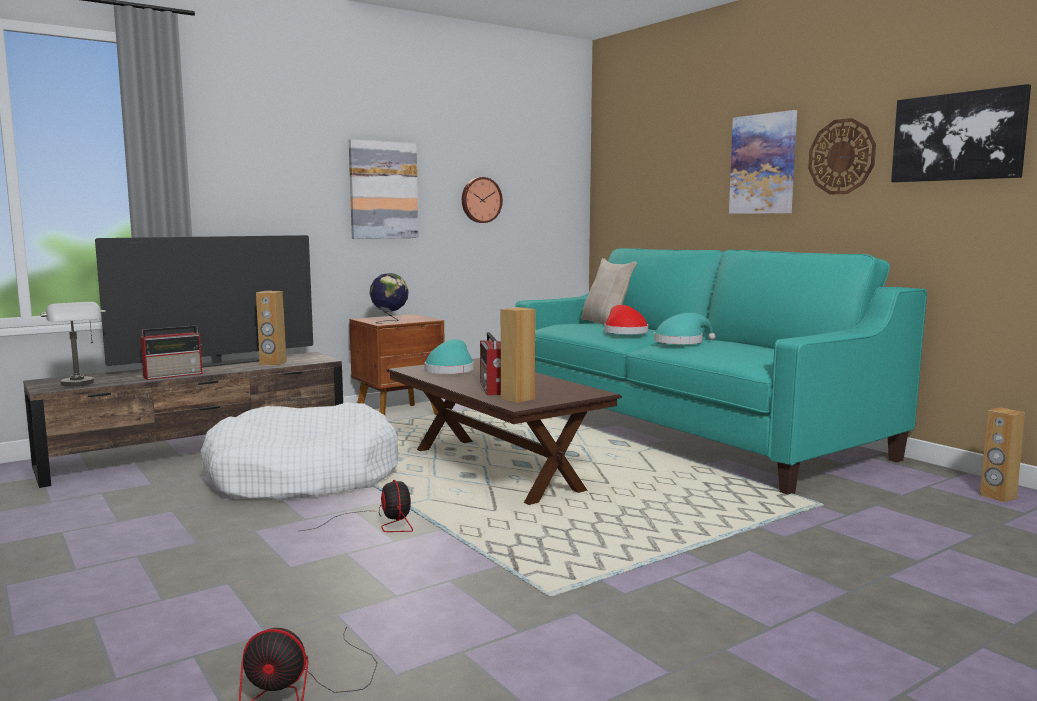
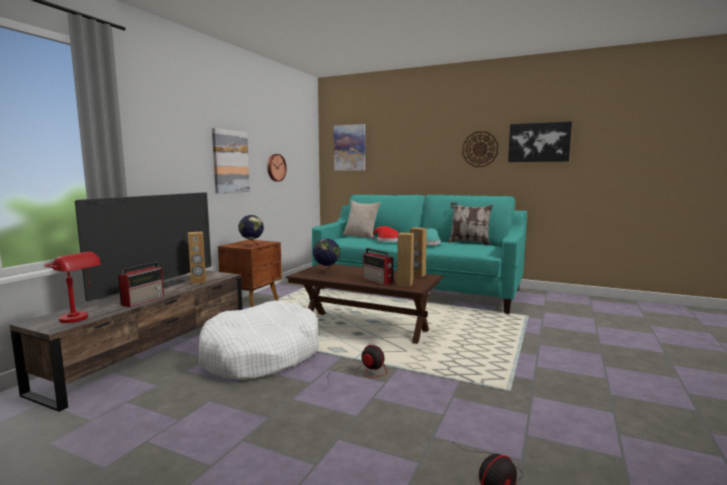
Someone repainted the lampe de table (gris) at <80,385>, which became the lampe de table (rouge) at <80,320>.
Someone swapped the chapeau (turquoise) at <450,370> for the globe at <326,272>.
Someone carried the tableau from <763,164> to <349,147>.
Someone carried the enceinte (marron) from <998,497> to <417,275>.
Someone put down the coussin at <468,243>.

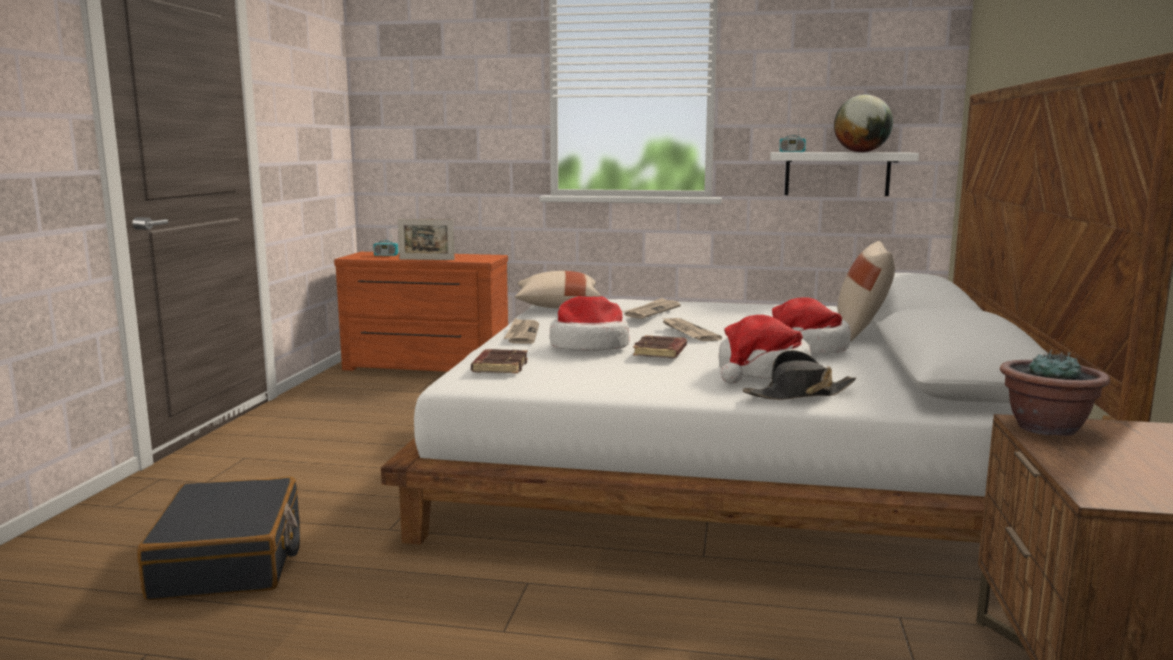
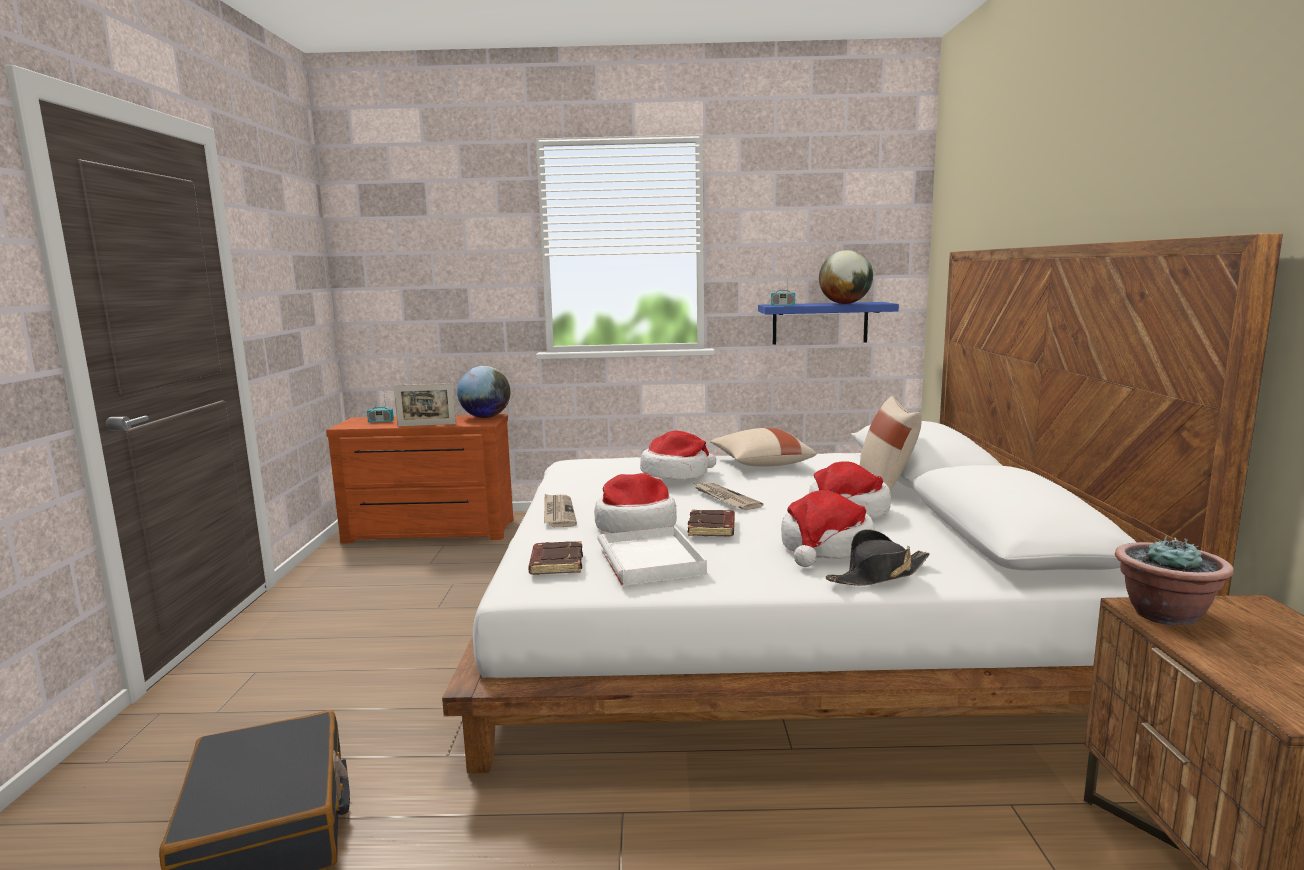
Someone carried the coussin (beige) from <557,307> to <760,464>.
Someone swapped the journal at <652,311> for the chapeau at <676,473>.
Someone repainted the étagère (blanc) at <837,174>, which became the étagère (bleu) at <820,323>.
Someone put down the globe at <485,417>.
Someone put down the plateau (blanc) at <652,561>.

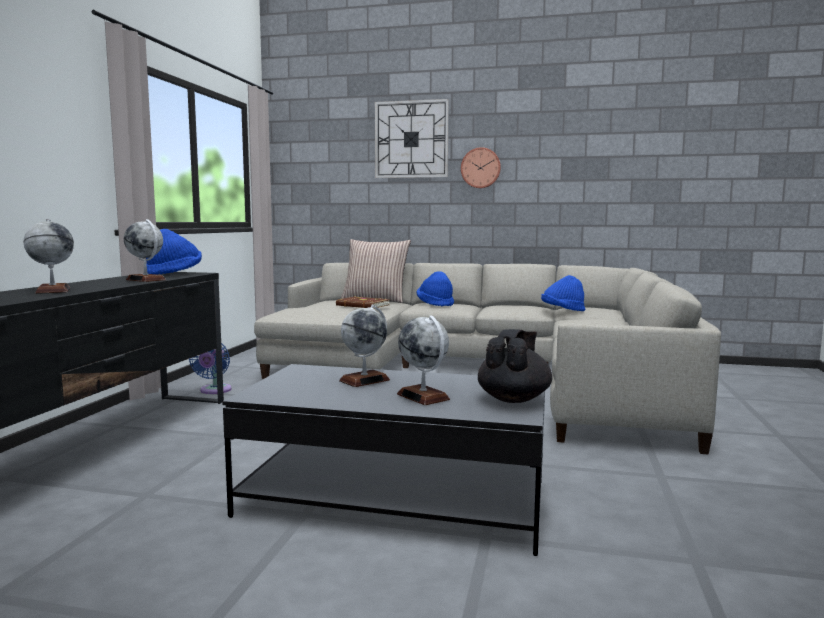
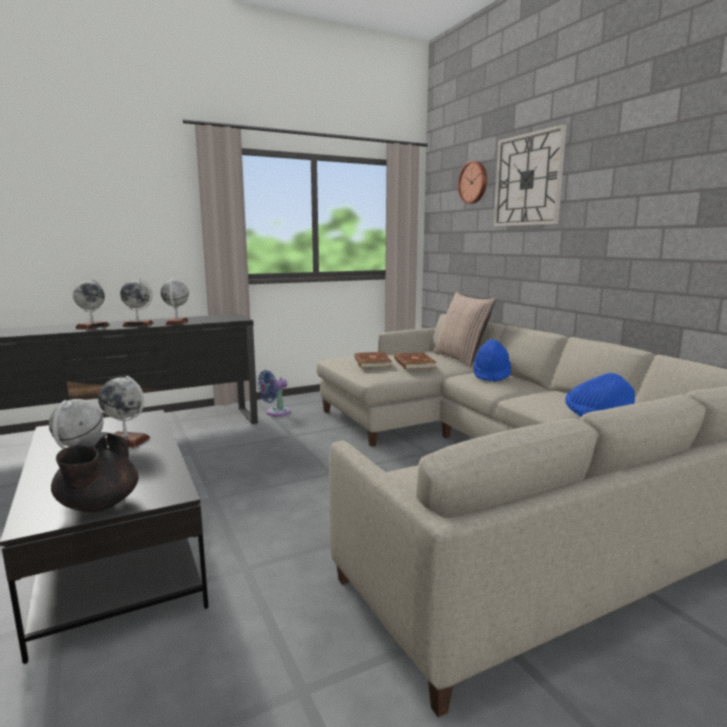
Someone took away the chapeau (bleu) at <174,273>.
Someone carried the horloge murale from <480,168> to <474,182>.
Someone rotated the théière (noir) at <514,399> by 105 degrees clockwise.
Someone put down the globe at <138,324>.
Someone put down the livre (marron) at <371,362>.

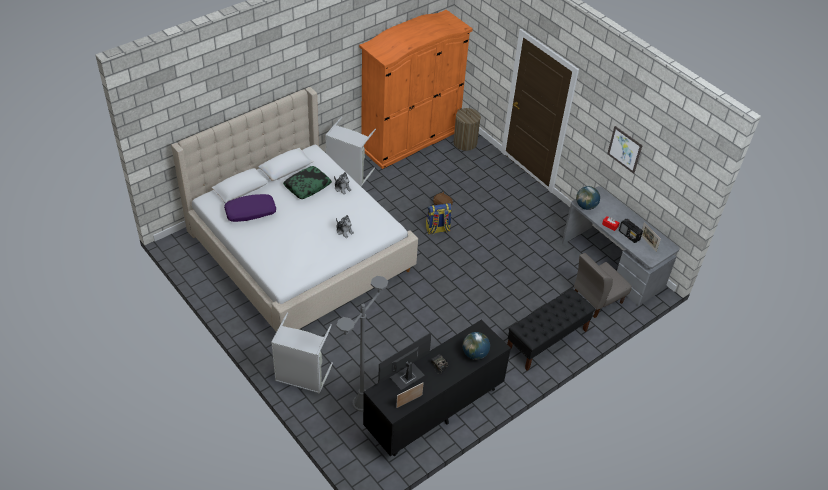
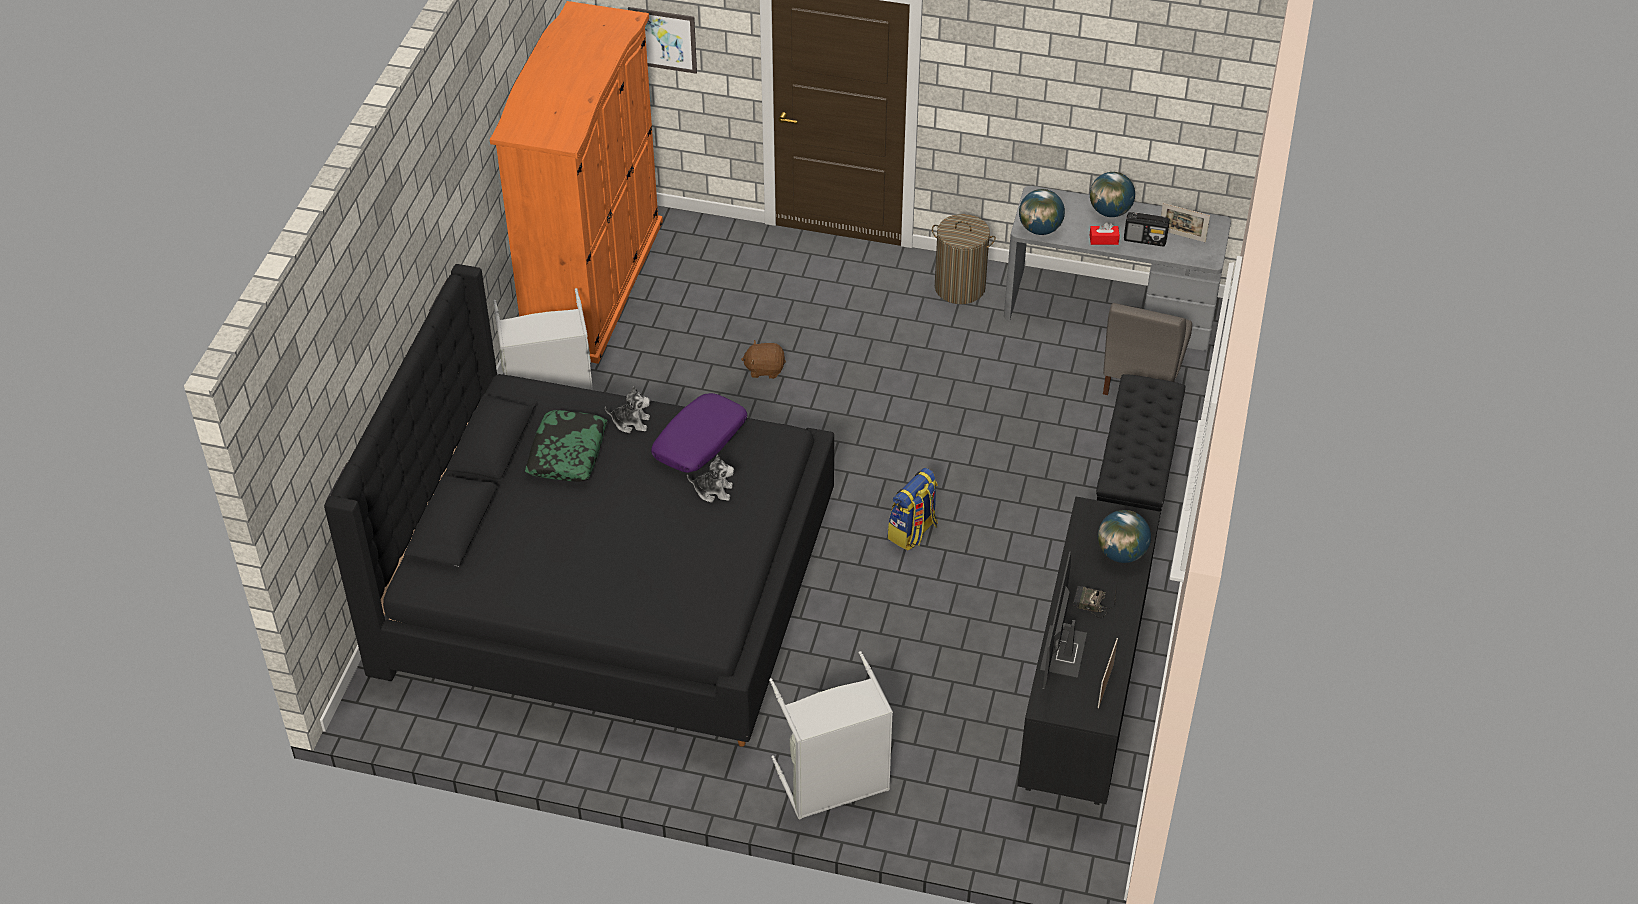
Someone repainted the lit (beige) at <299,250>, which became the lit (noir) at <606,584>.
Someone carried the coussin (violet) from <250,212> to <700,441>.
Someone took away the lampadaire (gris) at <361,403>.
Someone carried the sac à dos from <437,229> to <913,532>.
Someone carried the panier à linge from <465,143> to <960,287>.
Someone carried the tableau from <624,149> to <663,40>.
Someone put down the globe at <1110,211>.

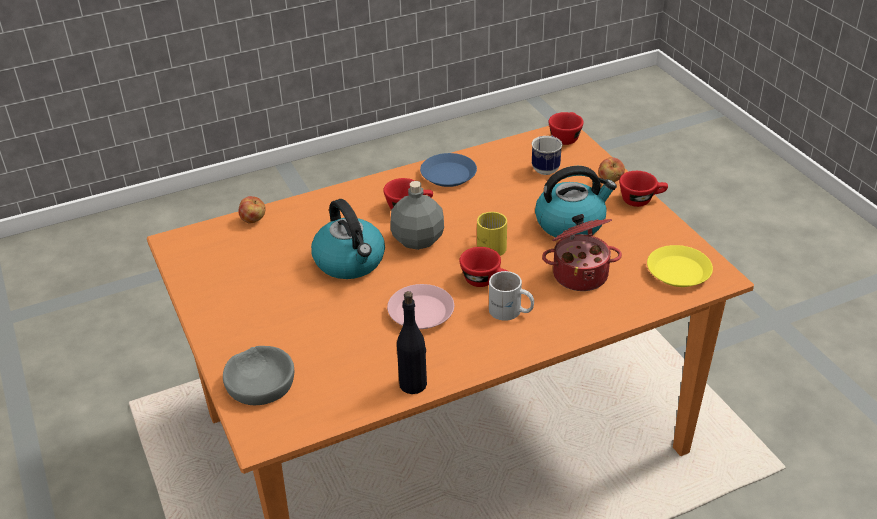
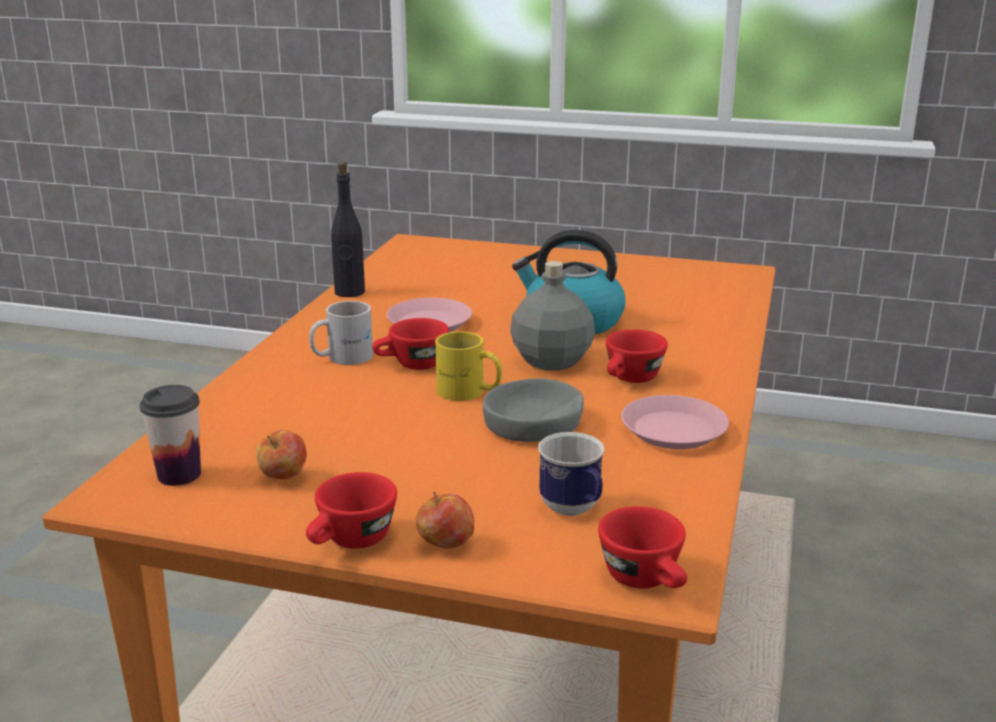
Someone carried the bol (gris) from <260,383> to <533,423>.
Someone carried the pomme from <253,220> to <284,478>.
Someone repainted the assiette (bleu) at <448,174>, which became the assiette (rose) at <674,431>.
Someone took away the bouilloire at <571,223>.
Someone took away the marmite at <580,274>.
Someone swapped the assiette (jaune) at <678,271> for the tasse at <179,475>.

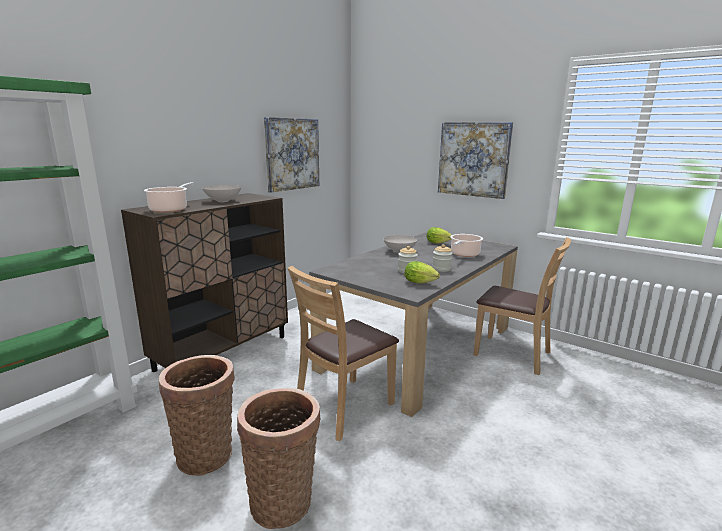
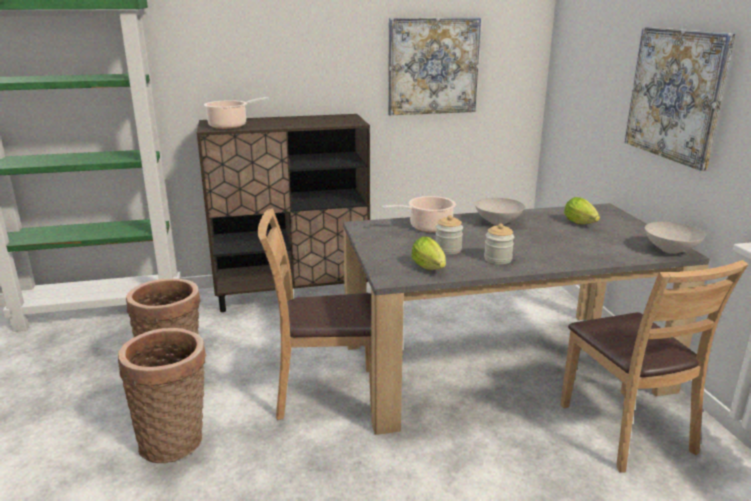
Someone carried the bol (blanc) from <222,201> to <670,250>.
Someone carried the marmite from <464,254> to <428,227>.

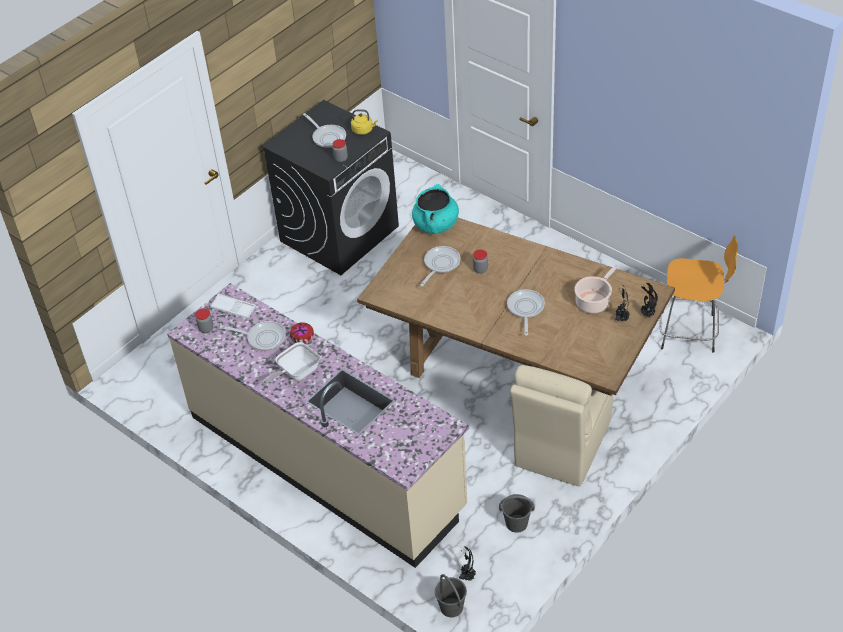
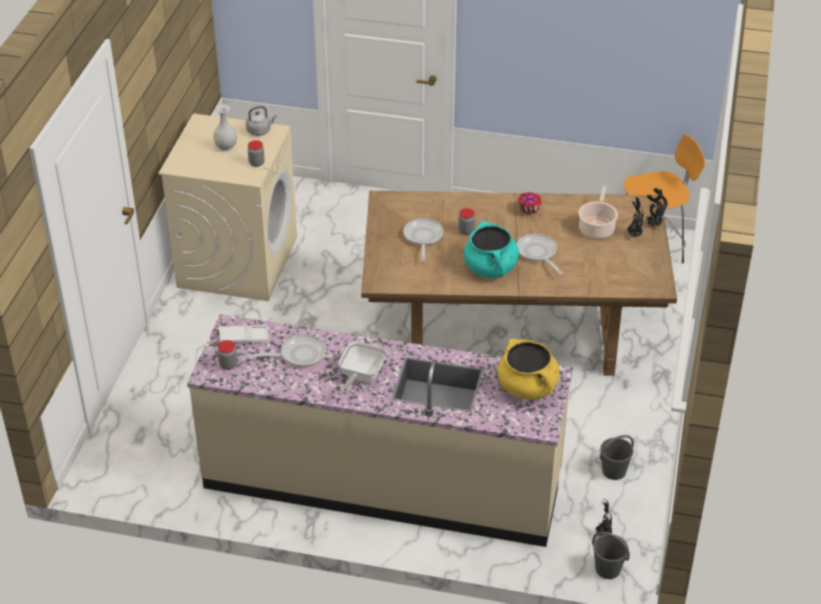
Someone repainted the lave-linge (noir) at <339,233>, which became the lave-linge (beige) at <237,261>.
Someone carried the bol from <303,341> to <529,211>.
Someone swapped the poêle at <327,137> for the vase (blanc) at <226,147>.
Someone repainted the bouilloire (jaune) at <363,130>, which became the bouilloire (gris) at <260,131>.
Someone carried the marmite (turquoise) from <436,225> to <490,268>.
Someone took away the chaise (beige) at <561,446>.
Someone put down the marmite (jaune) at <527,387>.

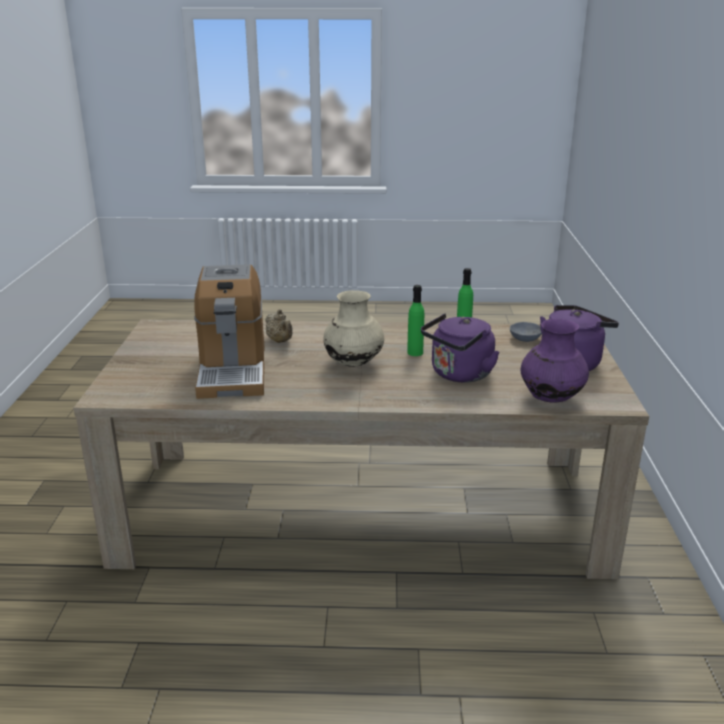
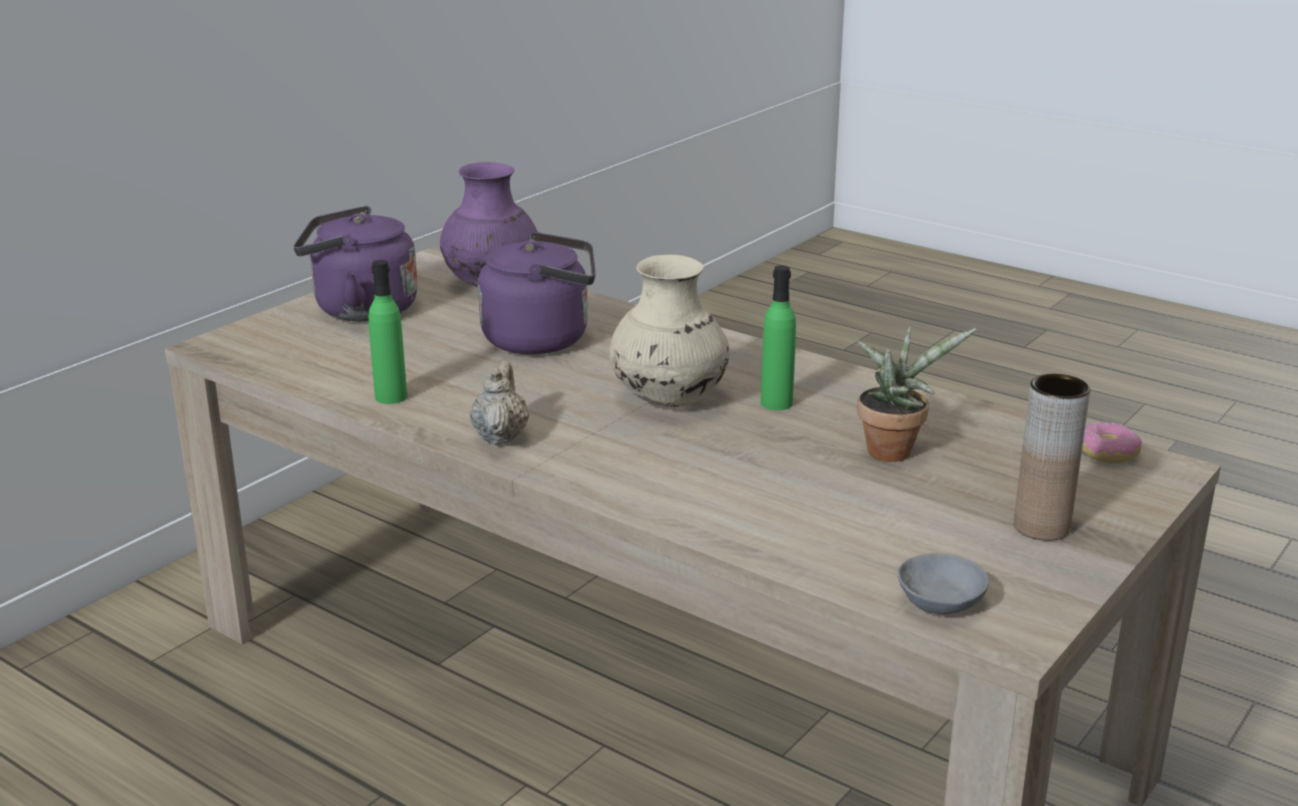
Someone swapped the machine à café at <232,370> for the plante en pot at <893,450>.
Someone carried the théière (beige) from <280,341> to <501,437>.
Someone carried the bouteille (vert) from <415,352> to <776,403>.
Someone carried the bol (gris) from <524,338> to <942,603>.
Someone put down the vase (marron) at <1041,527>.
Someone put down the beignet at <1106,453>.

